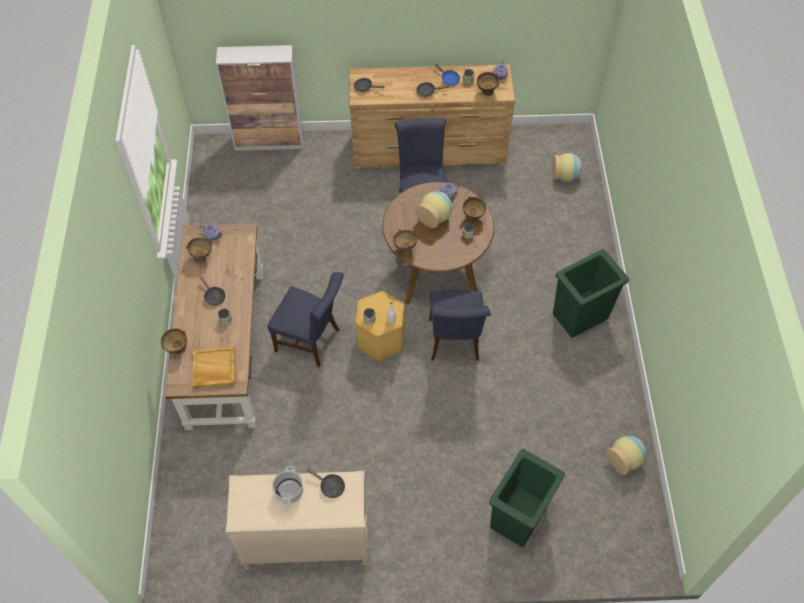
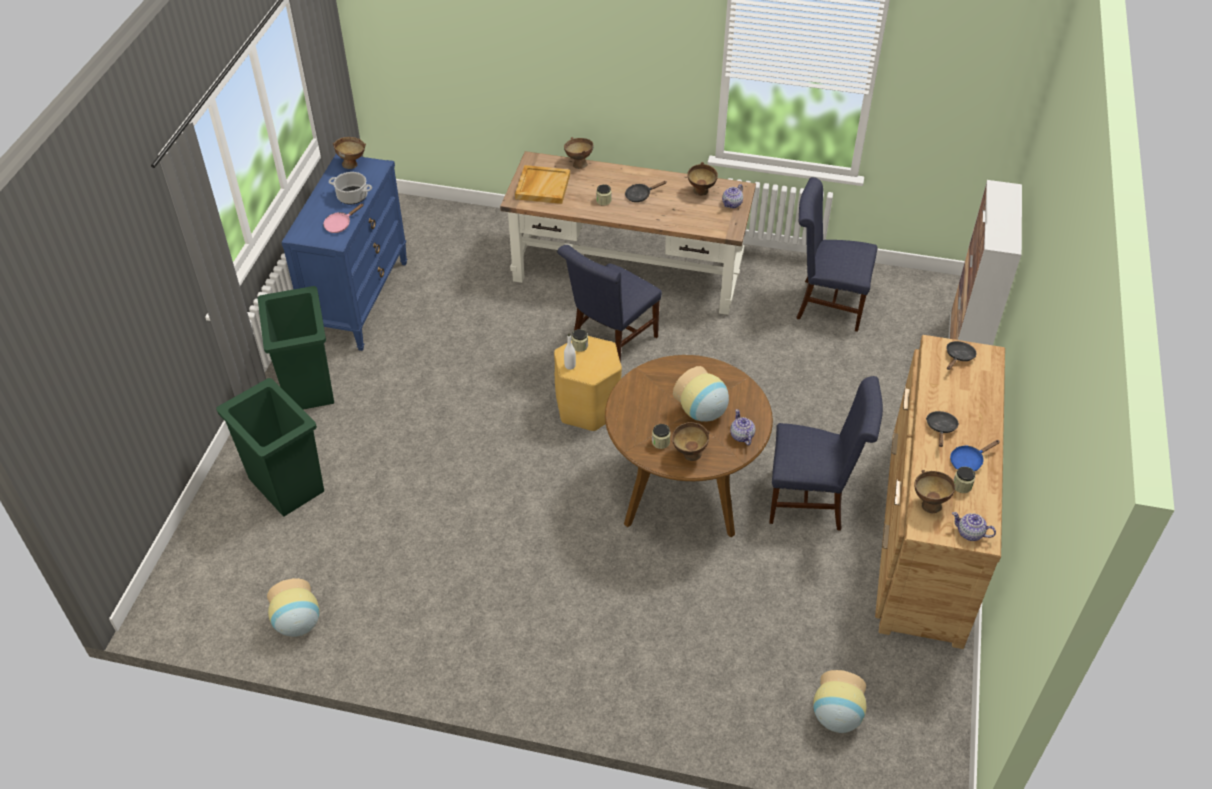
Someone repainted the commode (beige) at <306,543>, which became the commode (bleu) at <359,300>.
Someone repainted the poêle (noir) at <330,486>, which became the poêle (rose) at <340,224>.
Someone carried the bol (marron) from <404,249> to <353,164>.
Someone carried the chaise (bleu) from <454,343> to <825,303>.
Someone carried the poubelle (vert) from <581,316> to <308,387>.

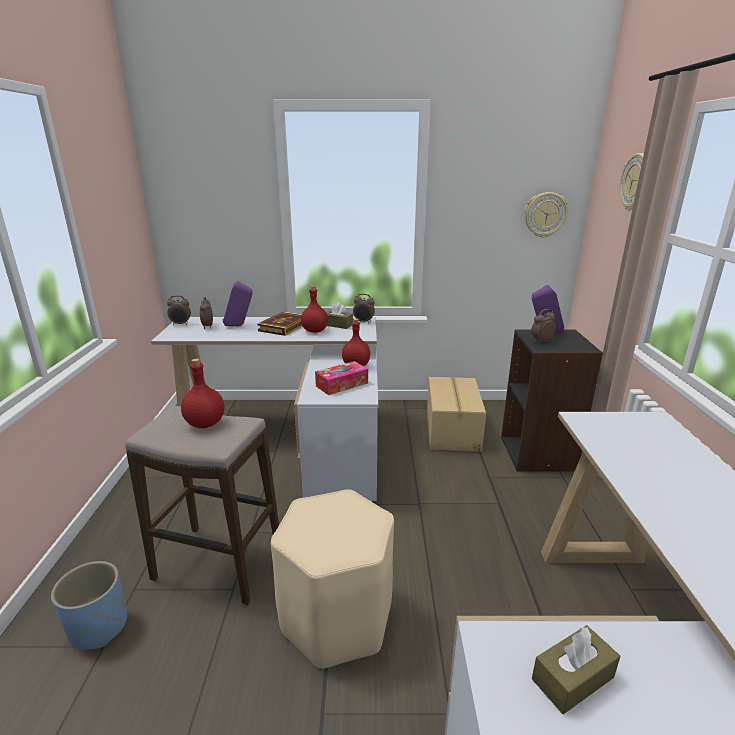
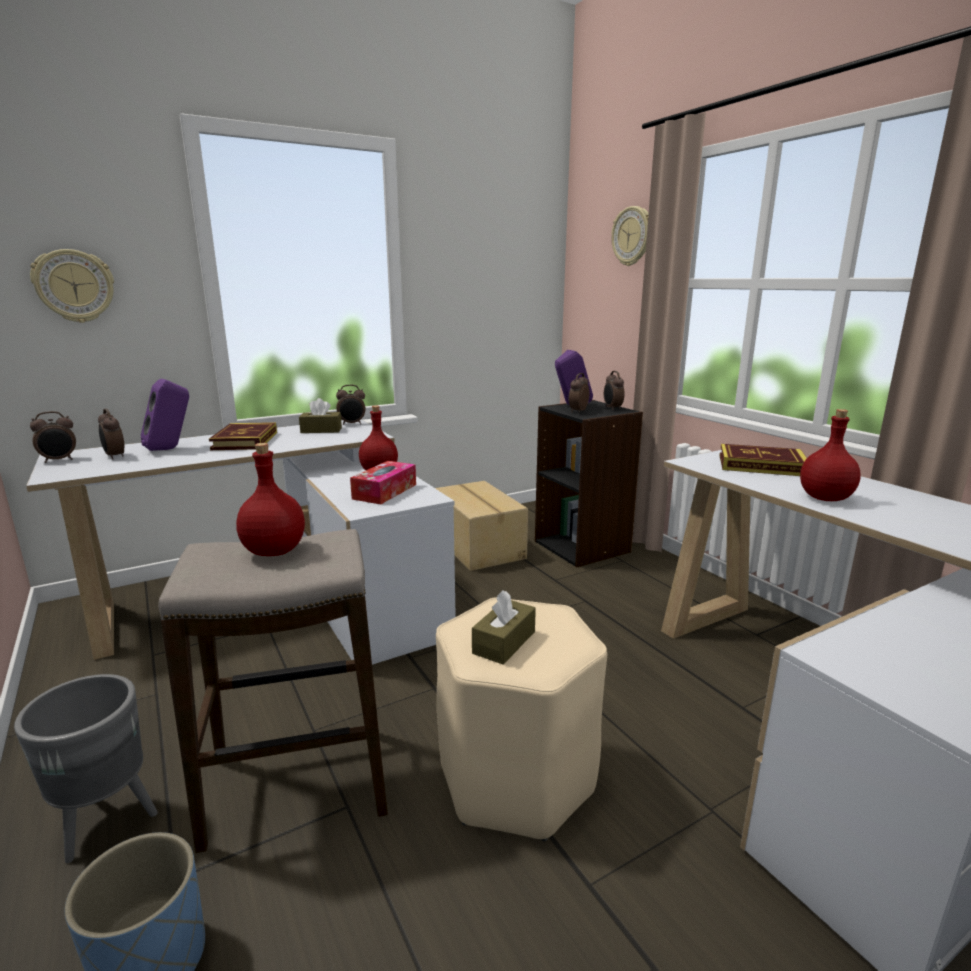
Someone carried the bouteille (rouge) from <315,331> to <826,498>.
Someone carried the horloge murale from <545,215> to <74,286>.
Someone carried the boîte à mouchoirs (marron) from <572,678> to <504,642>.
Someone put down the cache-pot (gris) at <107,824>.
Someone put down the réveil at <612,408>.
Someone put down the livre at <761,465>.

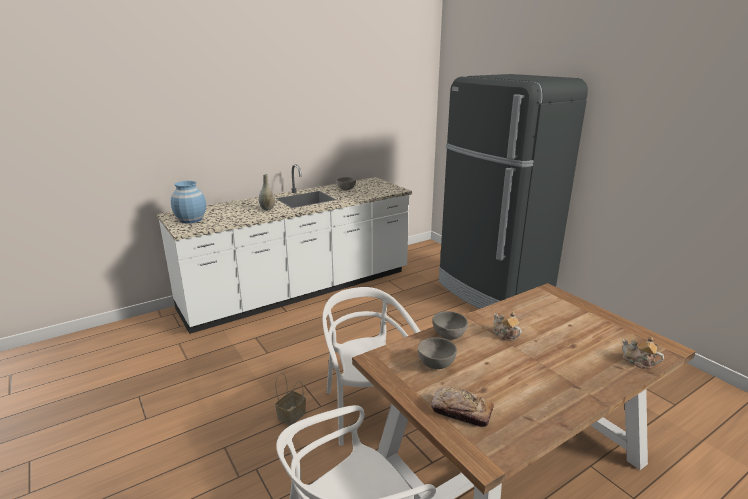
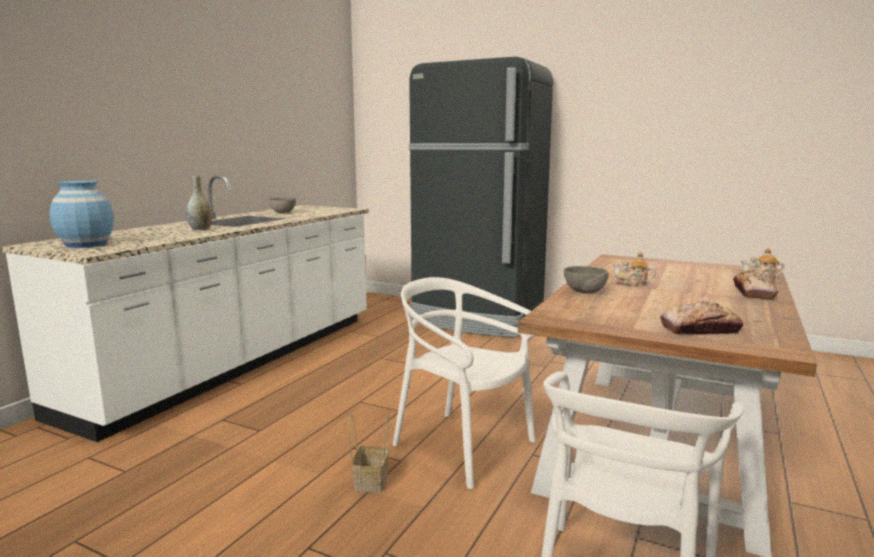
Someone took away the bol (gris) at <435,364>.
Someone put down the pain at <753,292>.

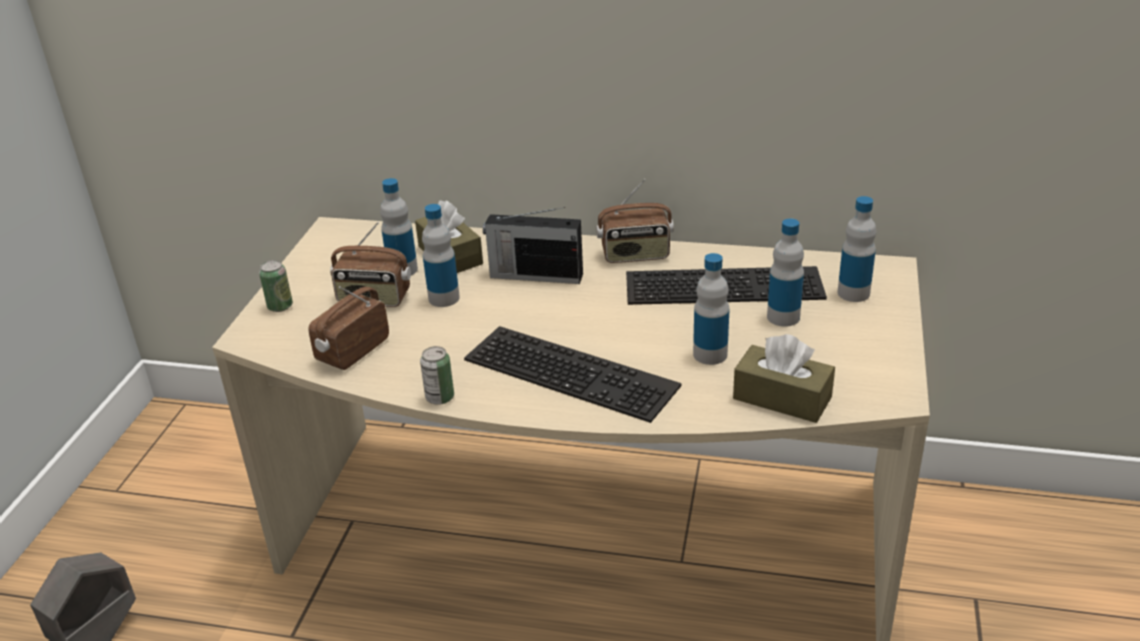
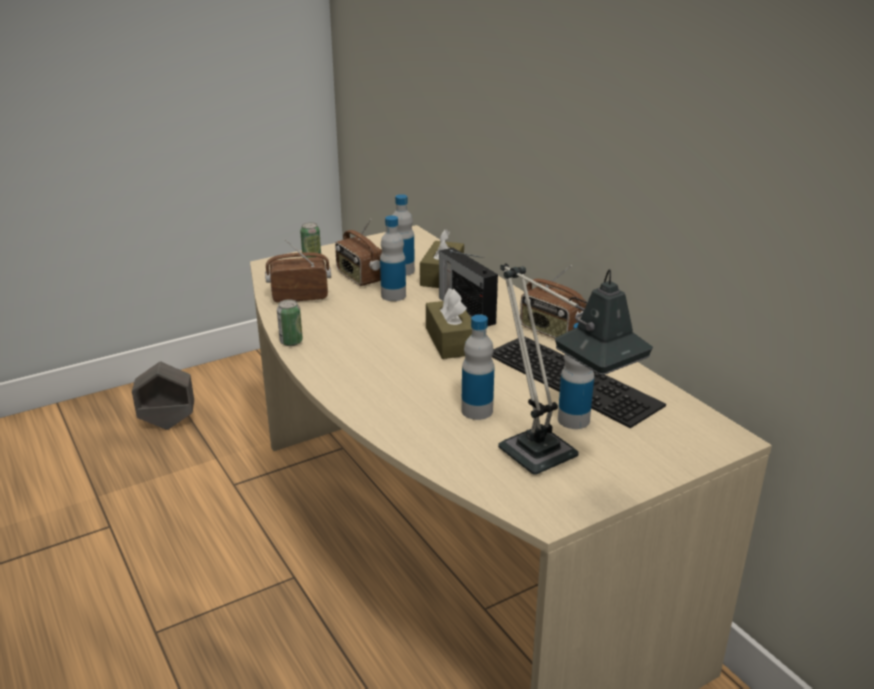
Someone took away the clavier at <574,371>.
Someone carried the boîte à mouchoirs (marron) from <782,398> to <450,341>.
Someone took away the bouteille at <853,293>.
Someone put down the lampe de table at <549,462>.

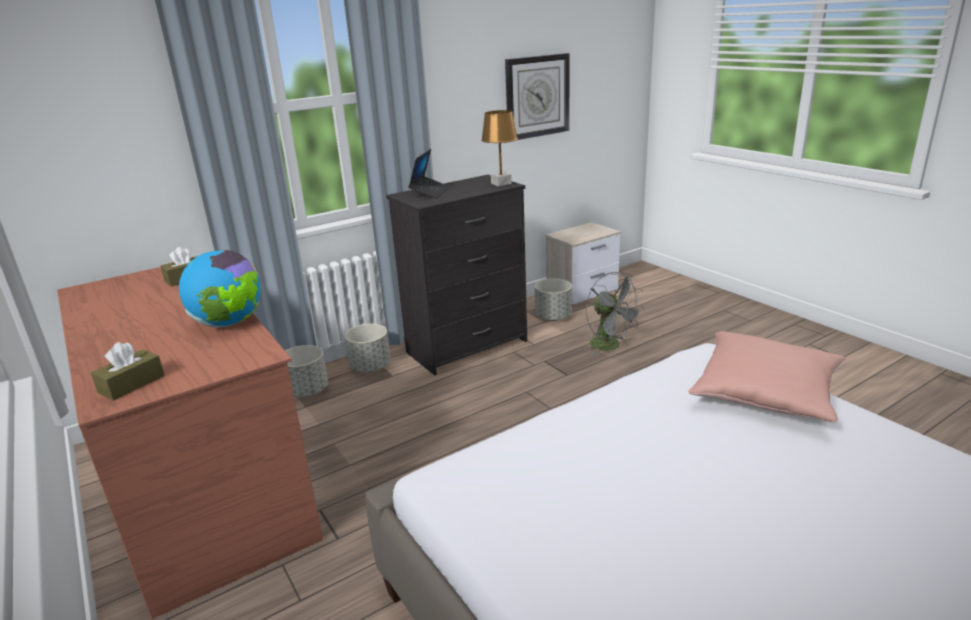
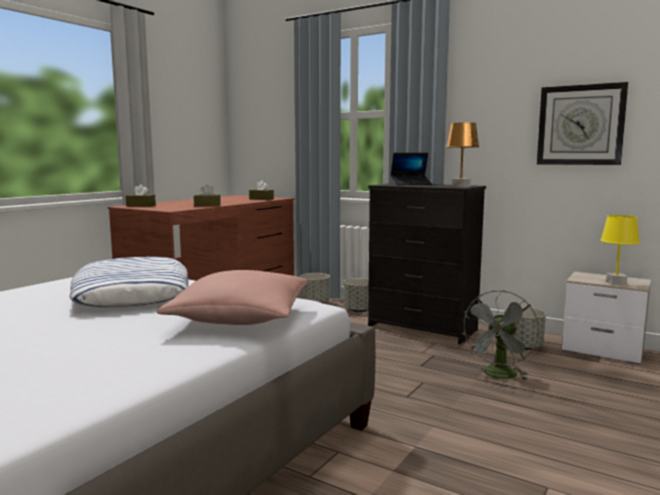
Someone swapped the globe at <229,323> for the boîte à mouchoirs (marron) at <207,205>.
Someone put down the coussin at <132,293>.
Someone put down the lampe de table (jaune) at <616,283>.

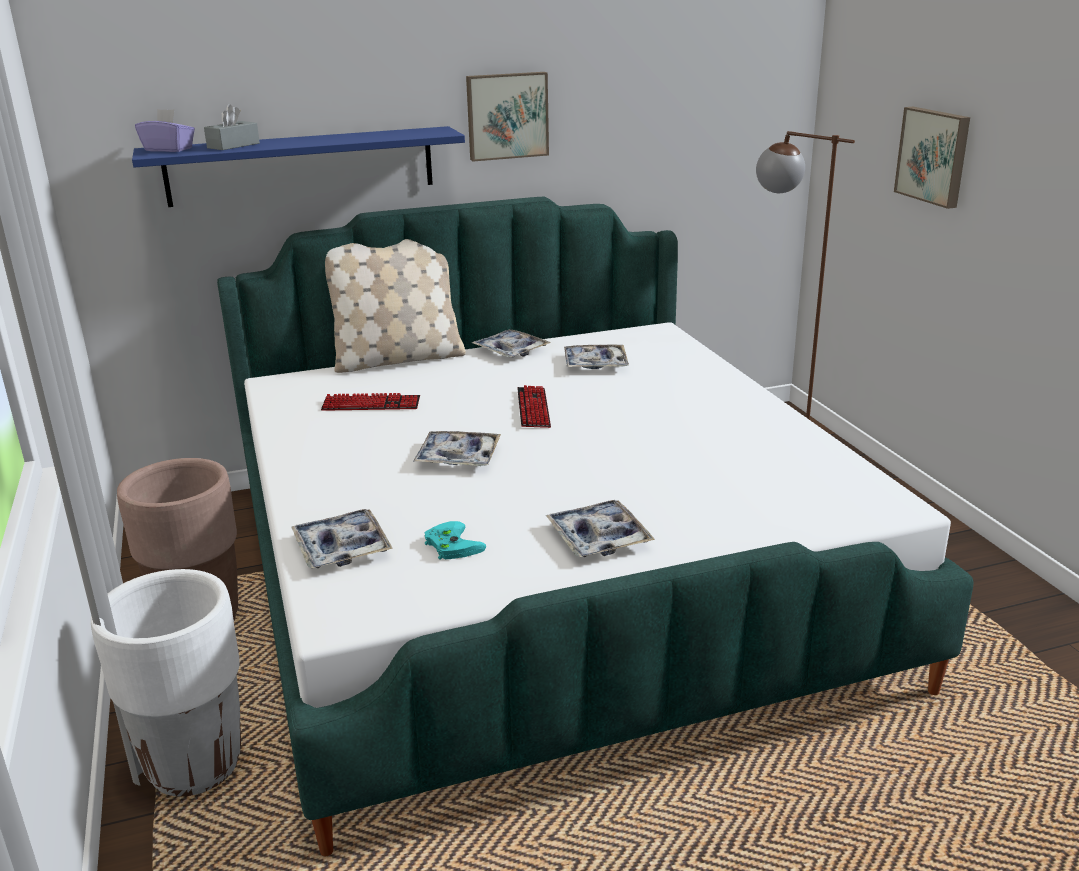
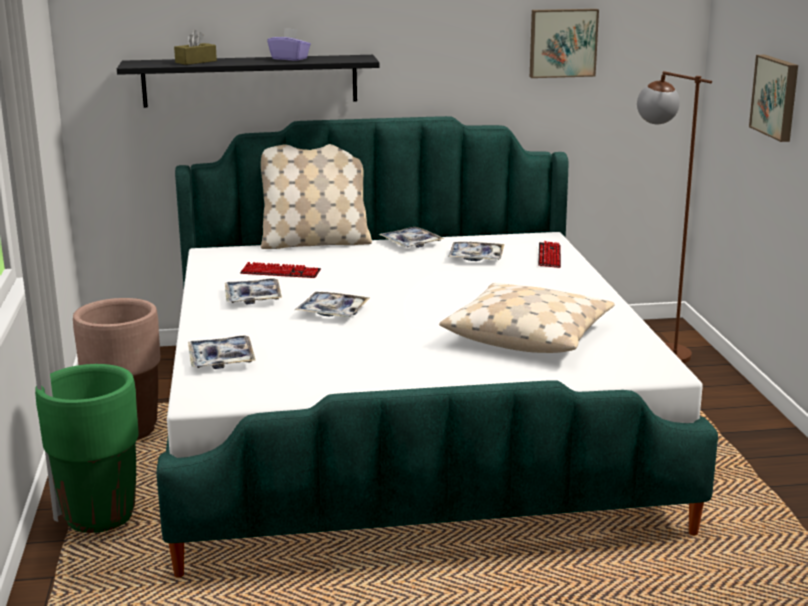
Someone repainted the cache-pot (blanc) at <194,767>, which became the cache-pot (vert) at <99,517>.
Someone repainted the étagère (bleu) at <301,166>, which became the étagère (noir) at <250,81>.
Someone carried the boîte à mouchoirs (violet) from <169,149> to <290,59>.
Someone repainted the boîte à mouchoirs (gris) at <233,145>, which became the boîte à mouchoirs (marron) at <196,62>.
Someone took away the manette (turquoise) at <450,545>.
Someone carried the tableau from <507,116> to <562,43>.
Someone carried the clavier from <533,408> to <549,256>.
Someone carried the plateau from <598,538> to <253,298>.
Someone put down the coussin (beige) at <528,335>.

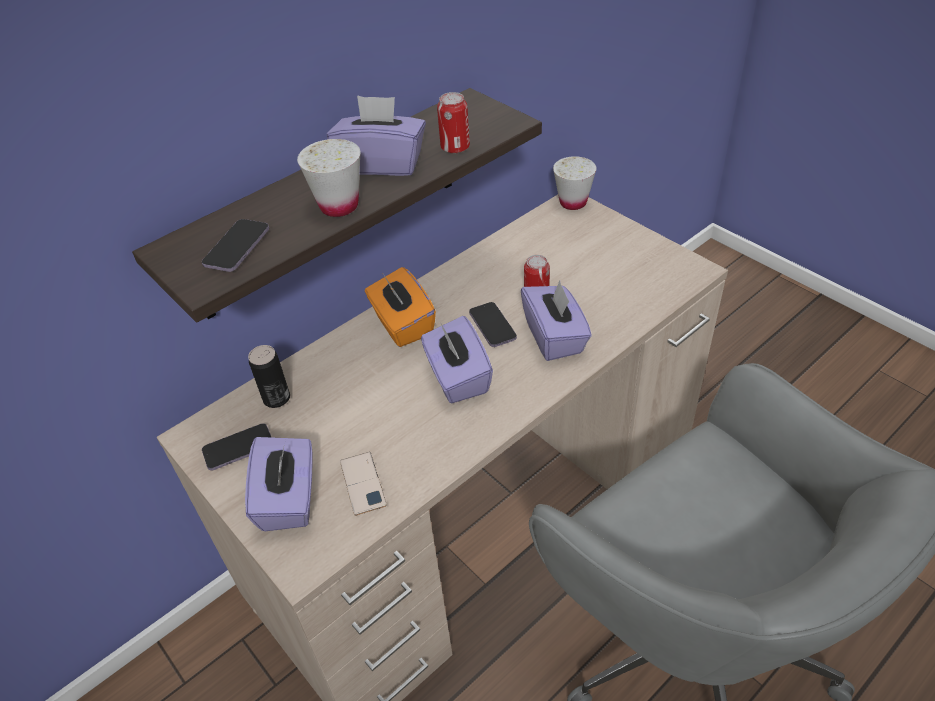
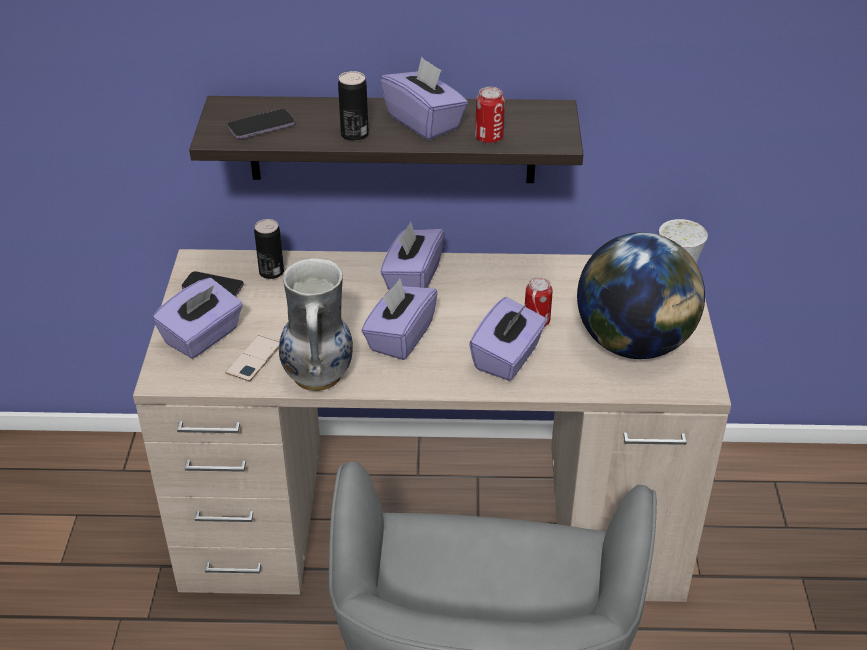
Someone swapped the tasse (blanc) at <339,206> for the boîte métallique at <354,135>.
Someone repainted the boîte à mouchoirs (orange) at <402,324>, which became the boîte à mouchoirs (violet) at <412,278>.
Someone took away the téléphone at <492,326>.
Someone put down the vase at <319,376>.
Someone put down the globe at <633,344>.

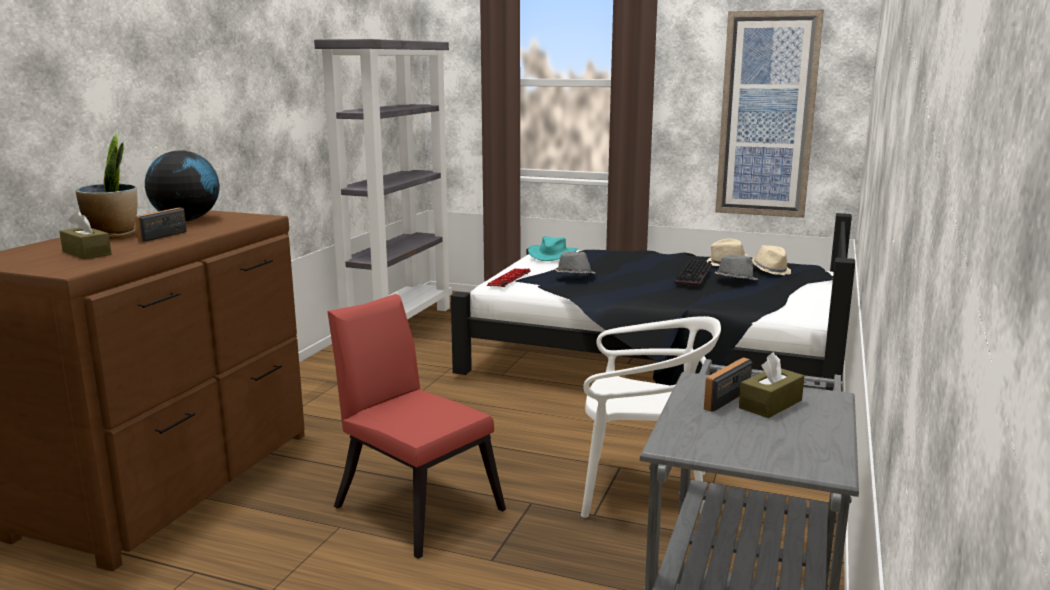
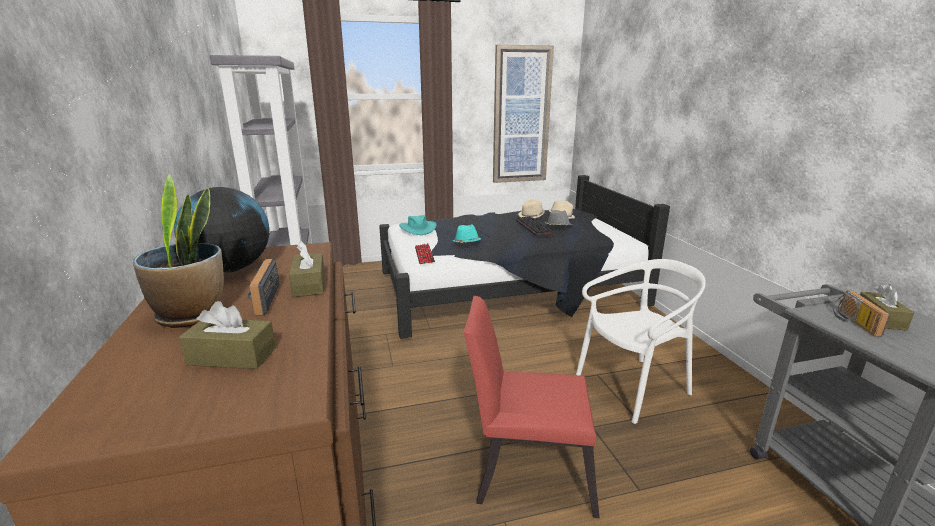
Someone repainted the chapeau (gris) at <574,276>, which became the chapeau (turquoise) at <466,243>.
Someone put down the boîte à mouchoirs (marron) at <309,284>.

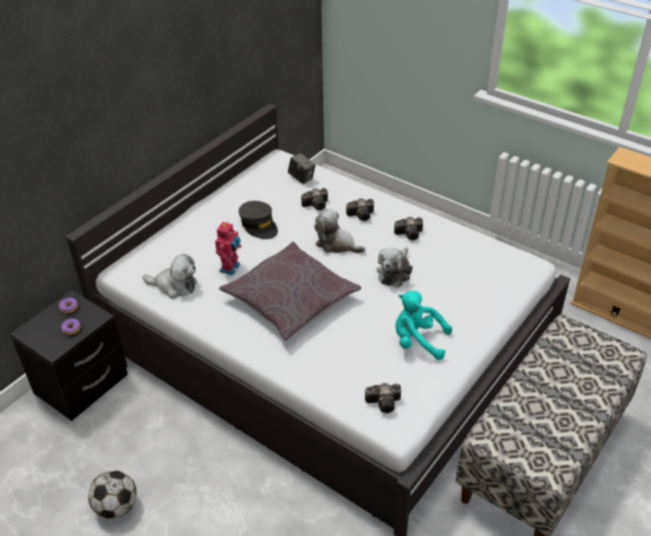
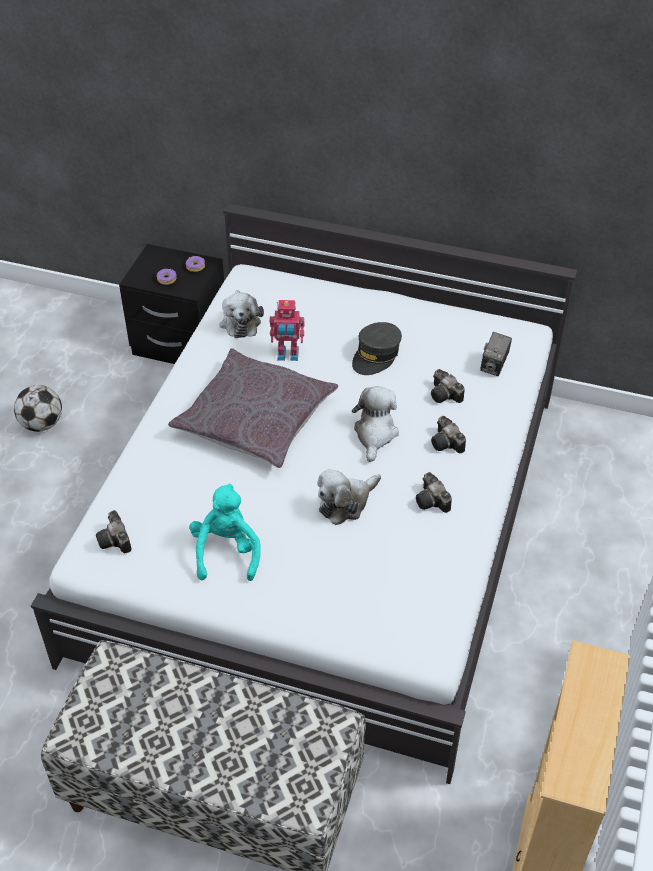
Someone rotated the peluche at <394,272> by 45 degrees counterclockwise.

